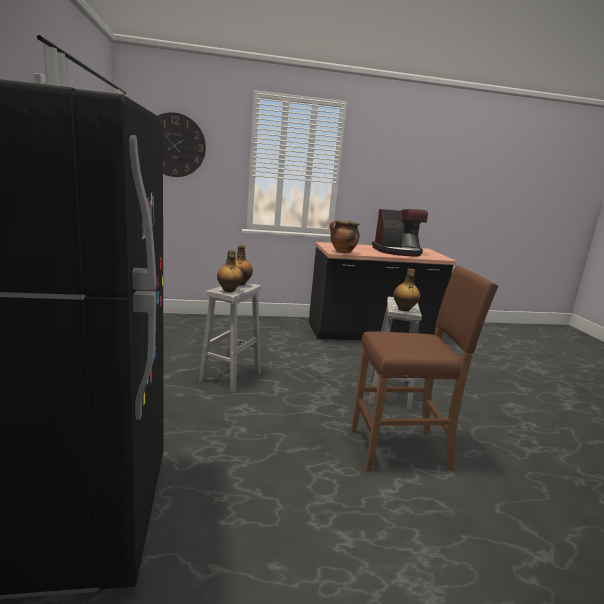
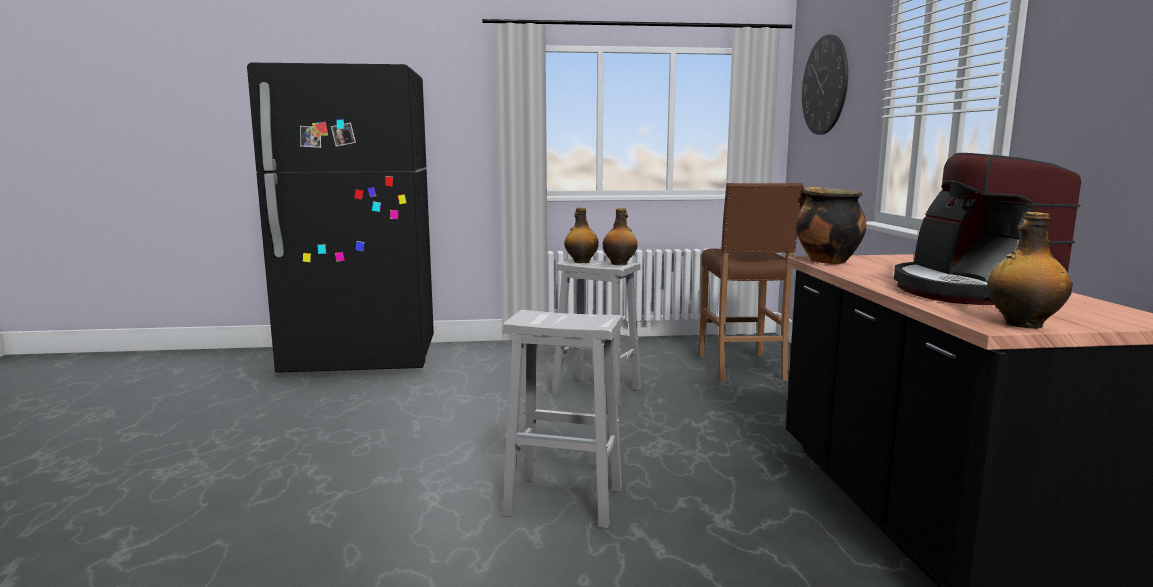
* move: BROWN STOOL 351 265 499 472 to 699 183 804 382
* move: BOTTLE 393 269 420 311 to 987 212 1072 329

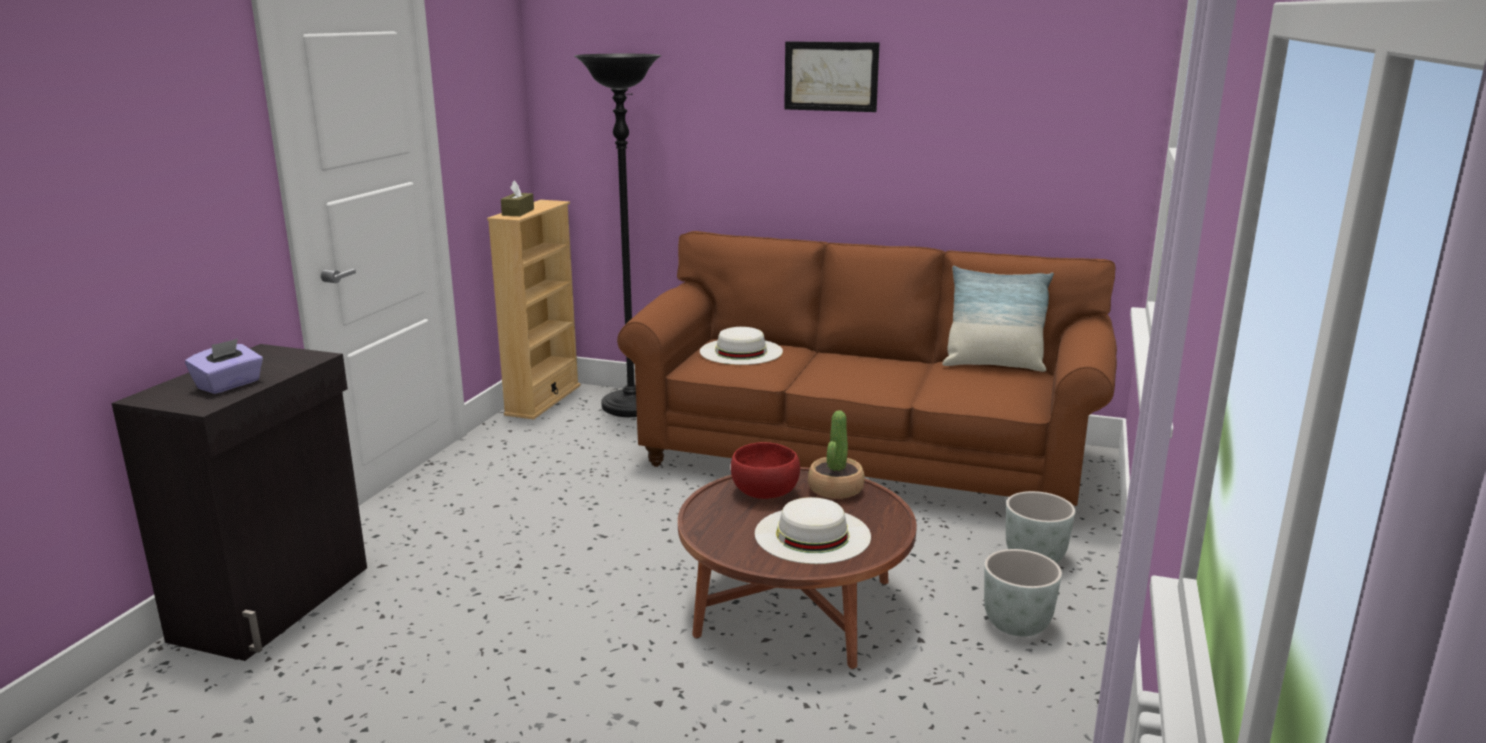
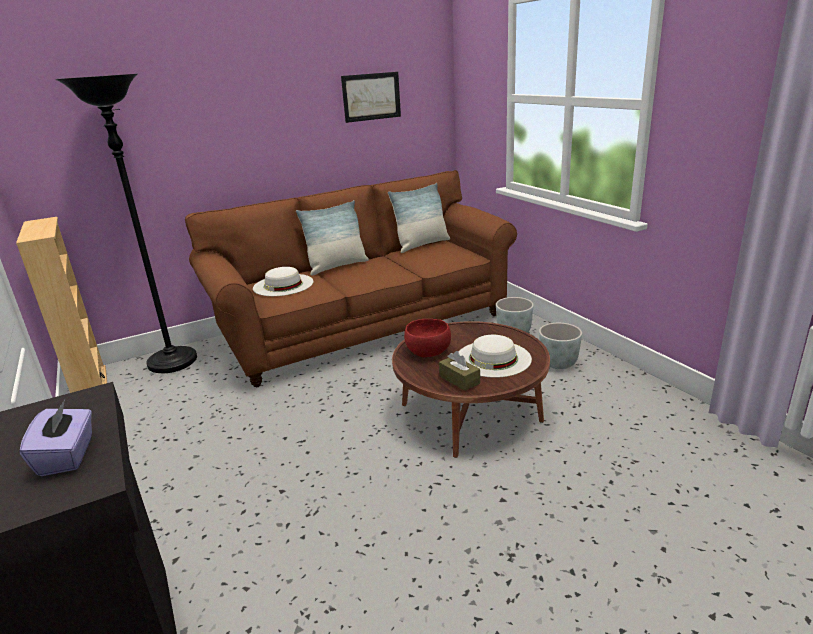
* move: BROWN TISSUE BOX 501 180 534 216 to 439 351 480 391
* move: PICTURE 784 42 880 112 to 341 72 401 123
* delete: POTTED PLANT 808 410 865 499
* insert: PILLOW 296 200 369 275

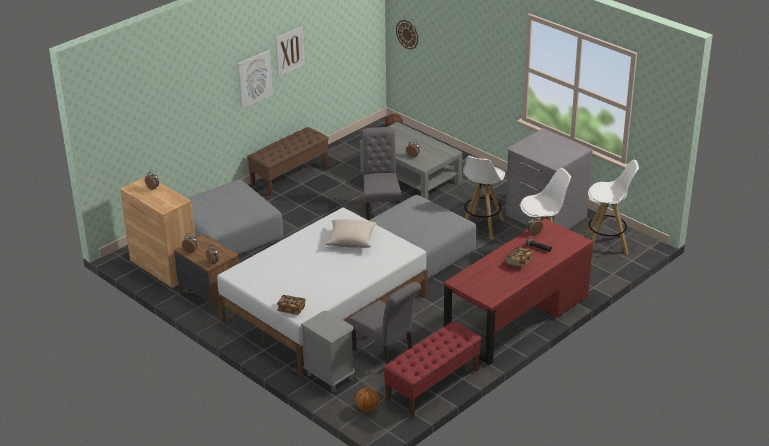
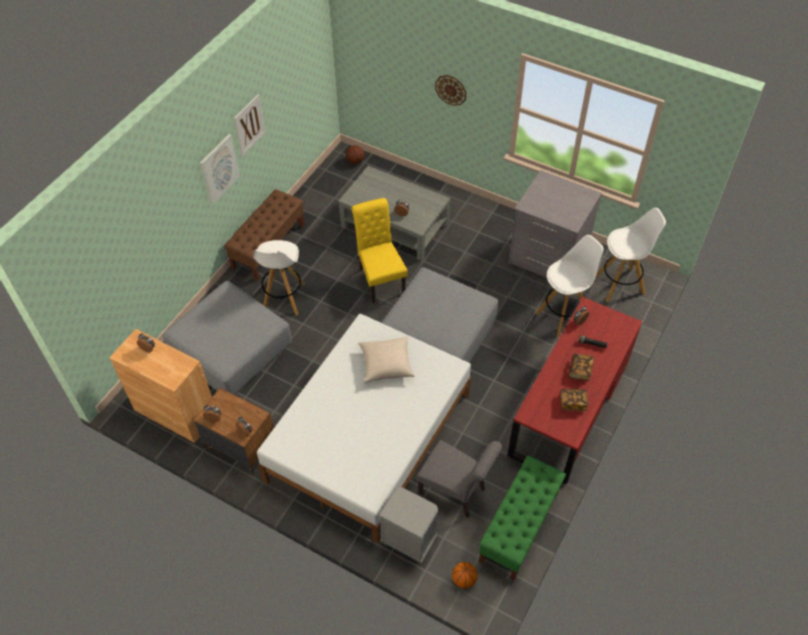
* move: BOOK 277 295 305 315 to 560 389 589 411
* recolor: GREY CHAIR 361 127 401 221 to YELLOW CHAIR 351 198 408 303
* recolor: RED BENCH 383 321 482 417 to GREEN BENCH 479 456 566 581
* move: WALL CLOCK 396 20 418 50 to 435 75 466 106
* move: WHITE STOOL 463 156 505 240 to 253 240 305 315

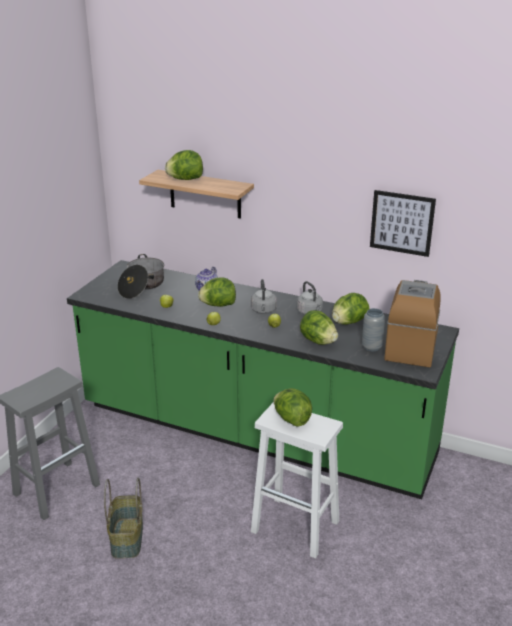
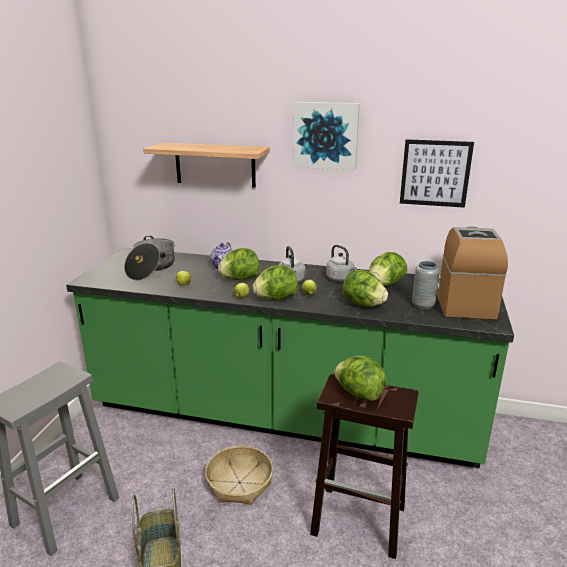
* move: LETTUCE 165 150 203 180 to 253 265 298 300
* recolor: WHITE STOOL 251 402 343 559 to BROWN STOOL 310 374 419 559
* insert: BASKET 205 446 273 505
* insert: PICTURE 293 102 360 170

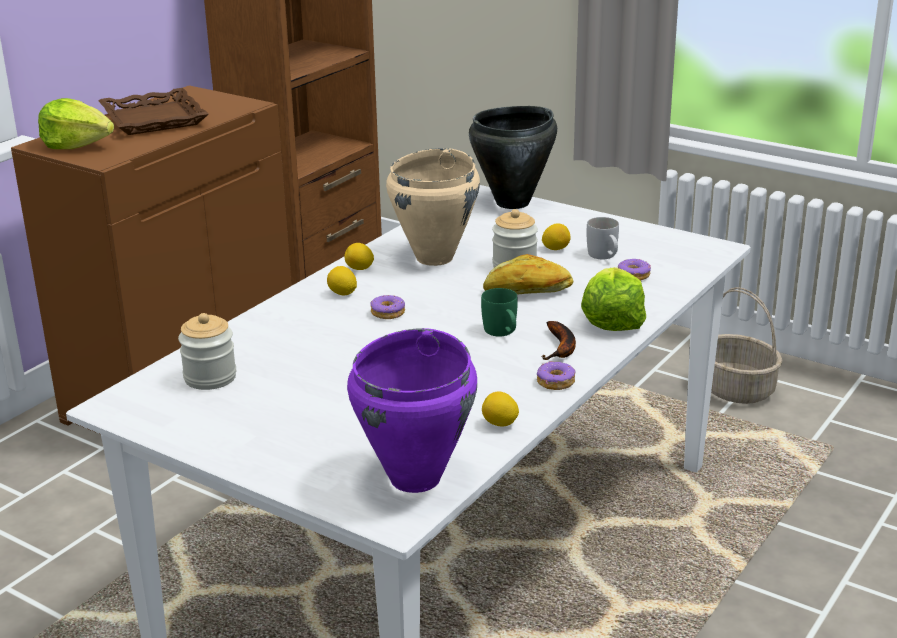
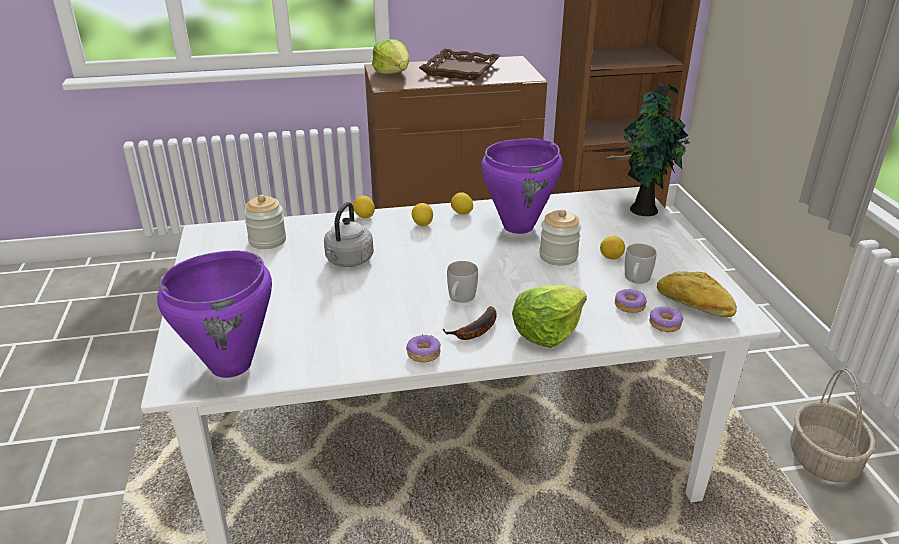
* move: DONUT 370 295 405 319 to 649 307 683 332
* recolor: BEIGE COOKING POT 386 148 480 266 to PURPLE COOKING POT 481 139 563 234
* replace: BLACK COOKING POT 469 106 557 209 to POTTED PLANT 624 84 690 216
* recolor: GREEN MUG 481 288 518 336 to WHITE MUG 447 261 478 303
* move: LEMON 482 392 519 427 to 353 196 375 218
* move: BREAD 483 254 573 294 to 657 271 737 317
* insert: GREY KETTLE 324 202 374 267

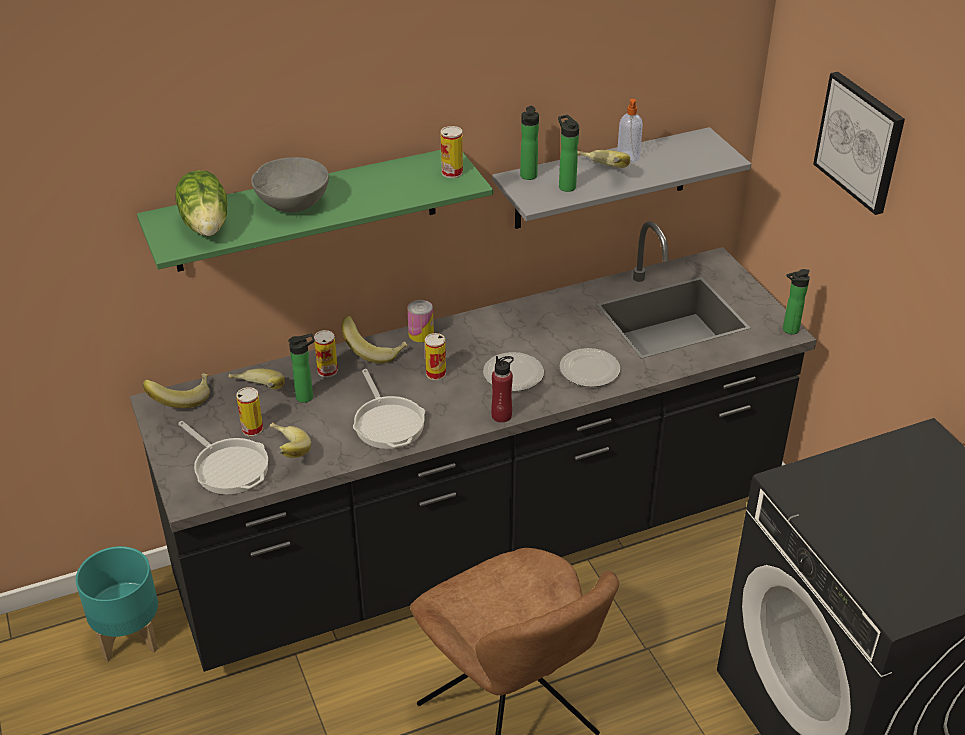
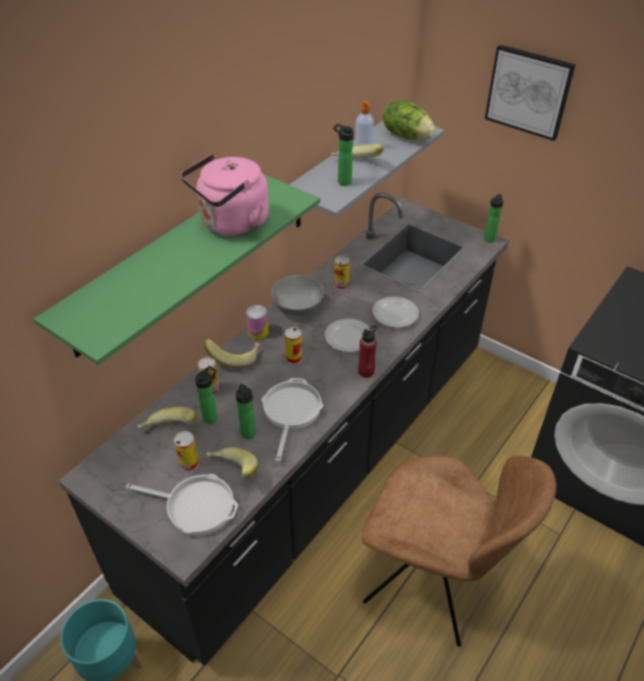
* delete: BANANA 143 373 210 408
* move: LETTUCE 175 170 227 236 to 383 101 435 140
* move: GREY BOWL 251 157 329 212 to 271 275 324 316
* rotate: FRYING PAN 353 369 425 449 = 262 378 323 462 120 degrees counterclockwise
* move: CAN 441 126 463 178 to 334 255 350 290
* move: BOTTLE 520 106 539 180 to 236 384 256 439
* insert: PINK KETTLE 181 154 269 237

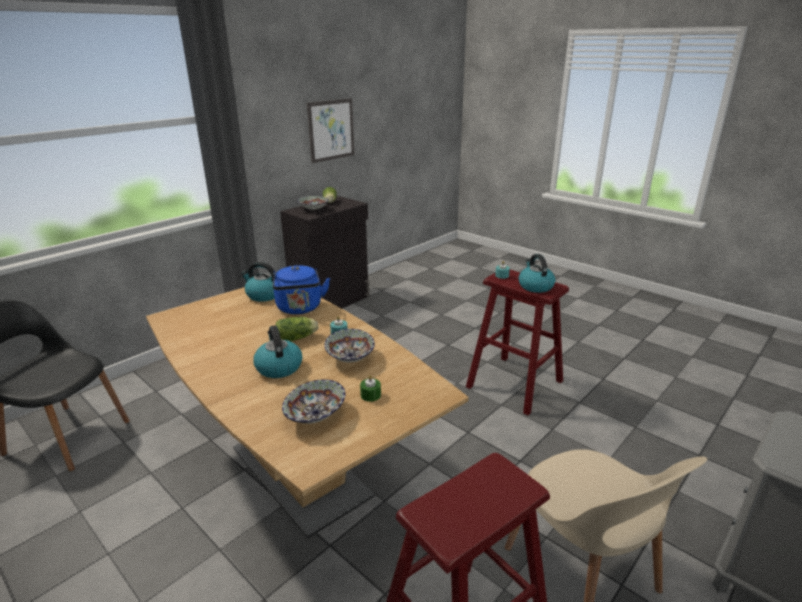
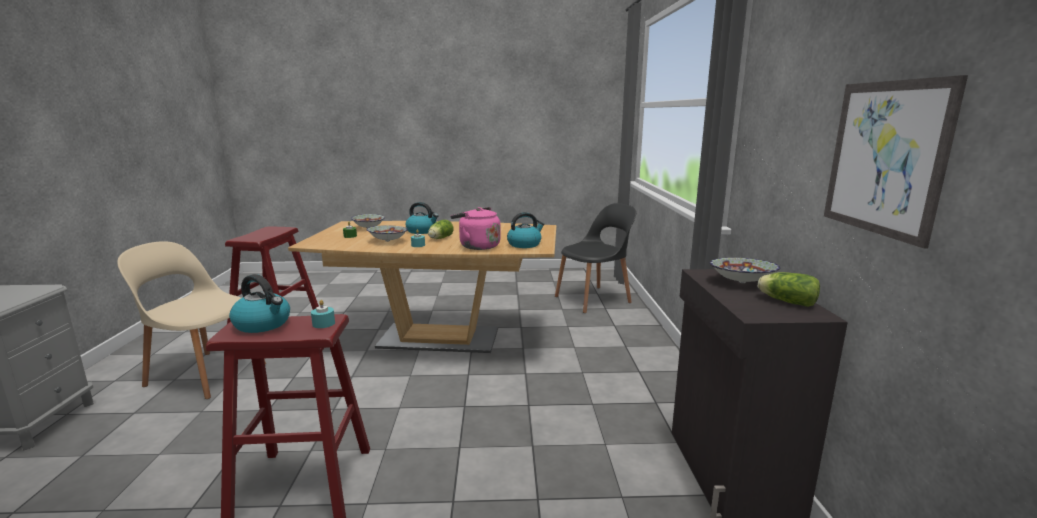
* recolor: BLUE KETTLE 273 265 330 314 to PINK KETTLE 451 207 501 250

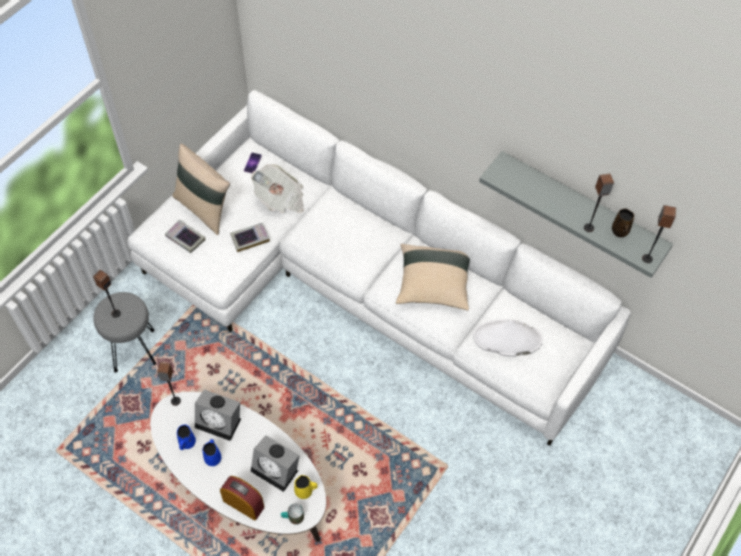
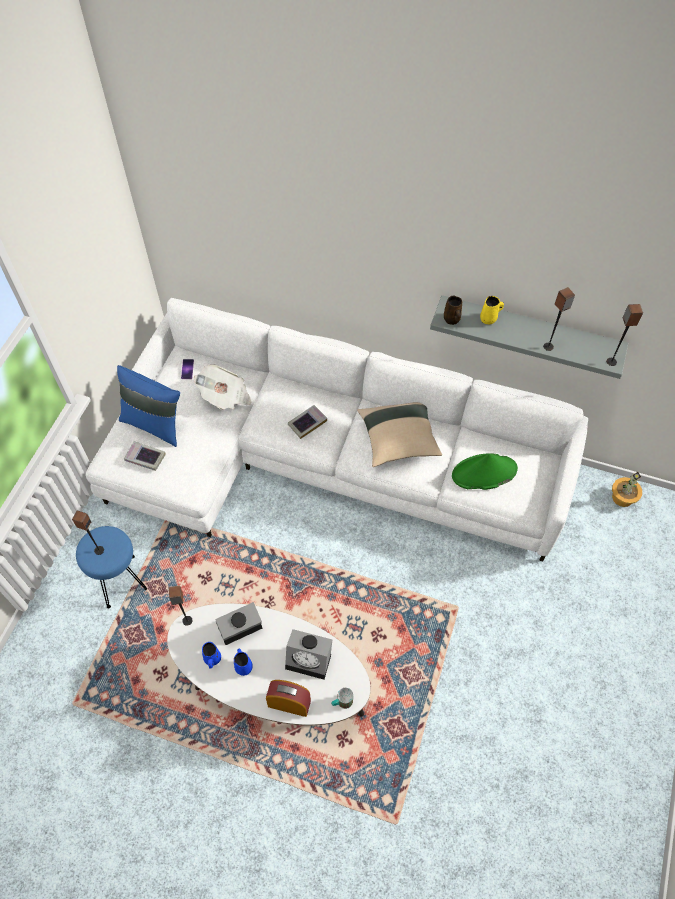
* recolor: GREY STOOL 93 292 156 373 to BLUE STOOL 76 526 147 608
* recolor: BEIGE PILLOW 172 144 230 235 to BLUE PILLOW 117 365 180 447
* rotate: ALARM CLOCK 195 389 241 441 = 215 602 263 645 150 degrees clockwise
* move: BOOK 230 223 270 252 to 288 405 327 439
* move: YELLOW MUG 294 475 318 499 to 480 296 504 324
* recolor: WHITE HAT 473 319 543 357 to GREEN HAT 452 453 518 490
* move: BROWN MUG 612 208 634 237 to 444 296 462 325
* insert: POTTED PLANT 612 472 642 507

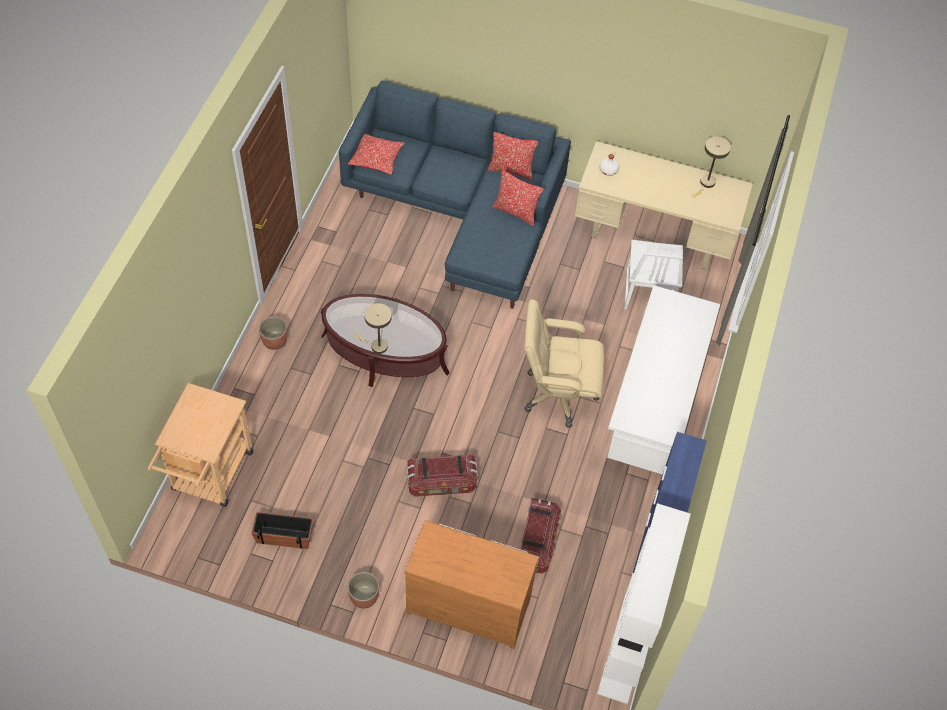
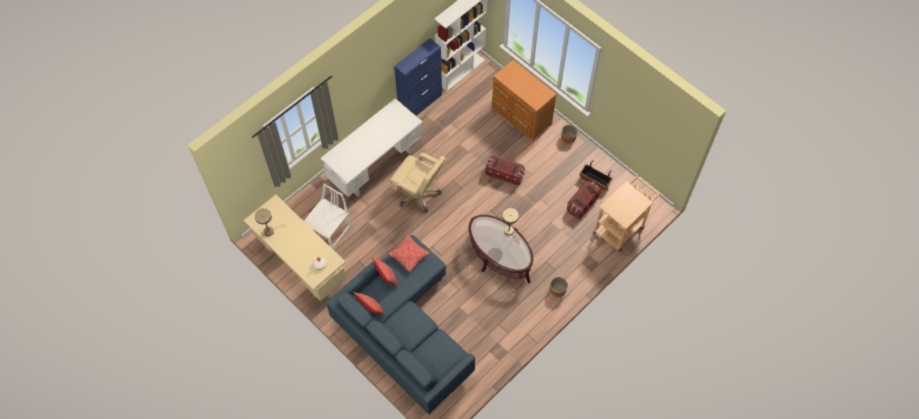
* move: PILLOW 348 134 405 175 to 388 235 430 272
* move: STORAGE BOX 521 498 561 574 to 567 181 602 219

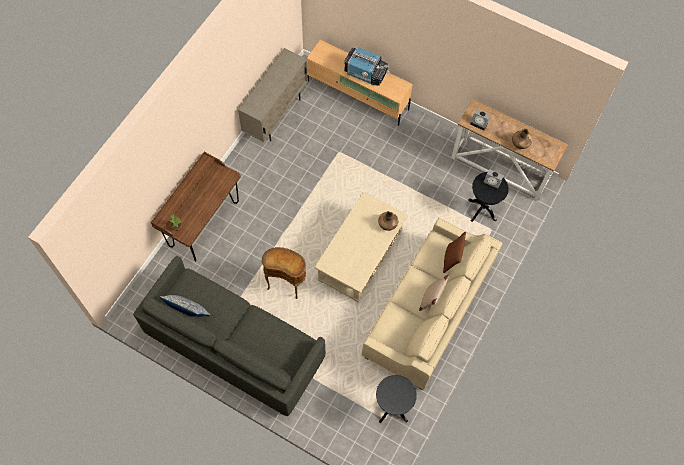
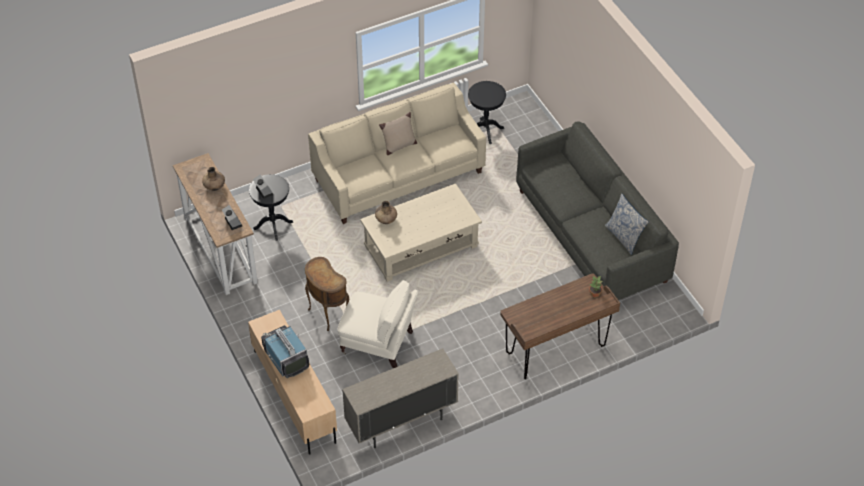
* move: BROWN SIDE TABLE 262 247 306 299 to 305 257 349 331
* delete: BROWN PILLOW 443 232 466 273
* insert: BEIGE ARMCHAIR 337 280 418 368

